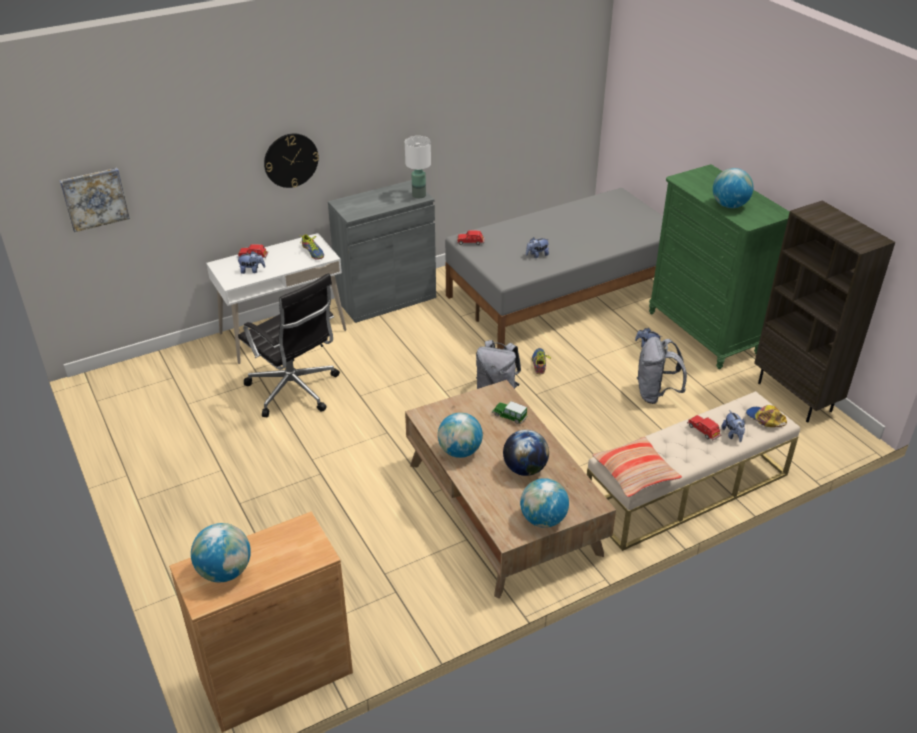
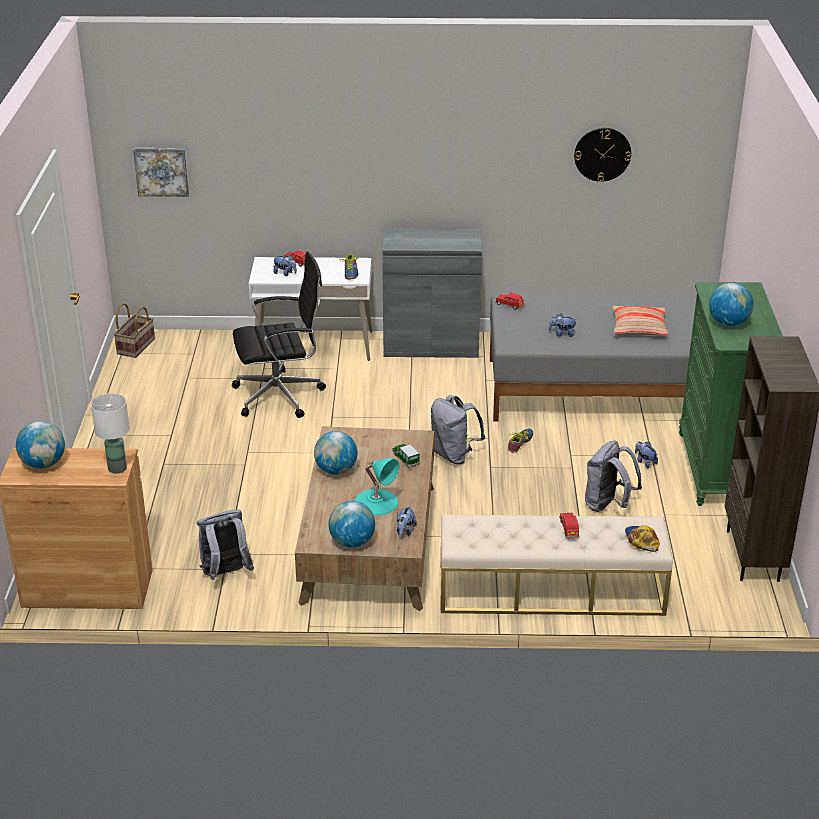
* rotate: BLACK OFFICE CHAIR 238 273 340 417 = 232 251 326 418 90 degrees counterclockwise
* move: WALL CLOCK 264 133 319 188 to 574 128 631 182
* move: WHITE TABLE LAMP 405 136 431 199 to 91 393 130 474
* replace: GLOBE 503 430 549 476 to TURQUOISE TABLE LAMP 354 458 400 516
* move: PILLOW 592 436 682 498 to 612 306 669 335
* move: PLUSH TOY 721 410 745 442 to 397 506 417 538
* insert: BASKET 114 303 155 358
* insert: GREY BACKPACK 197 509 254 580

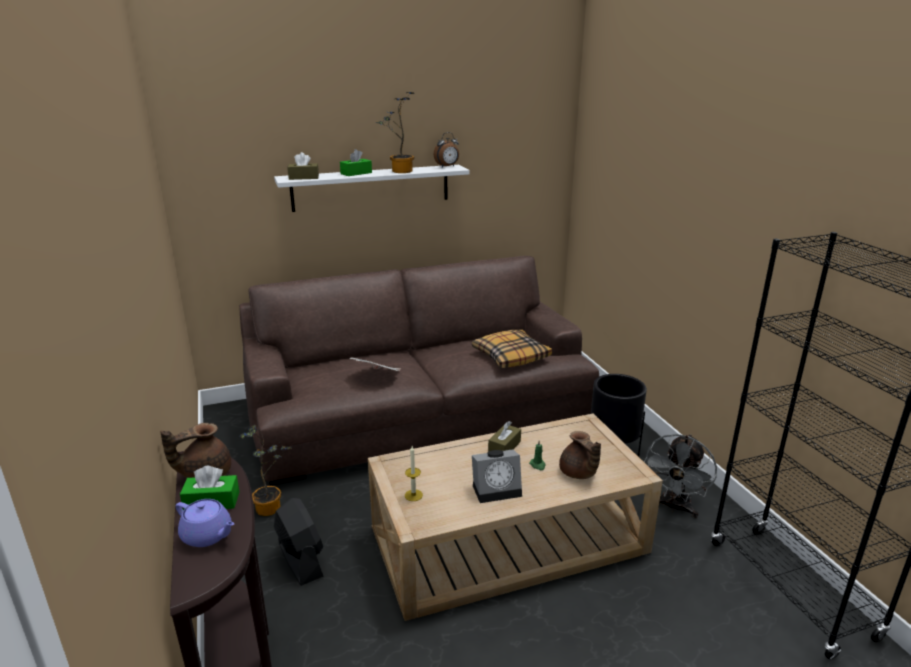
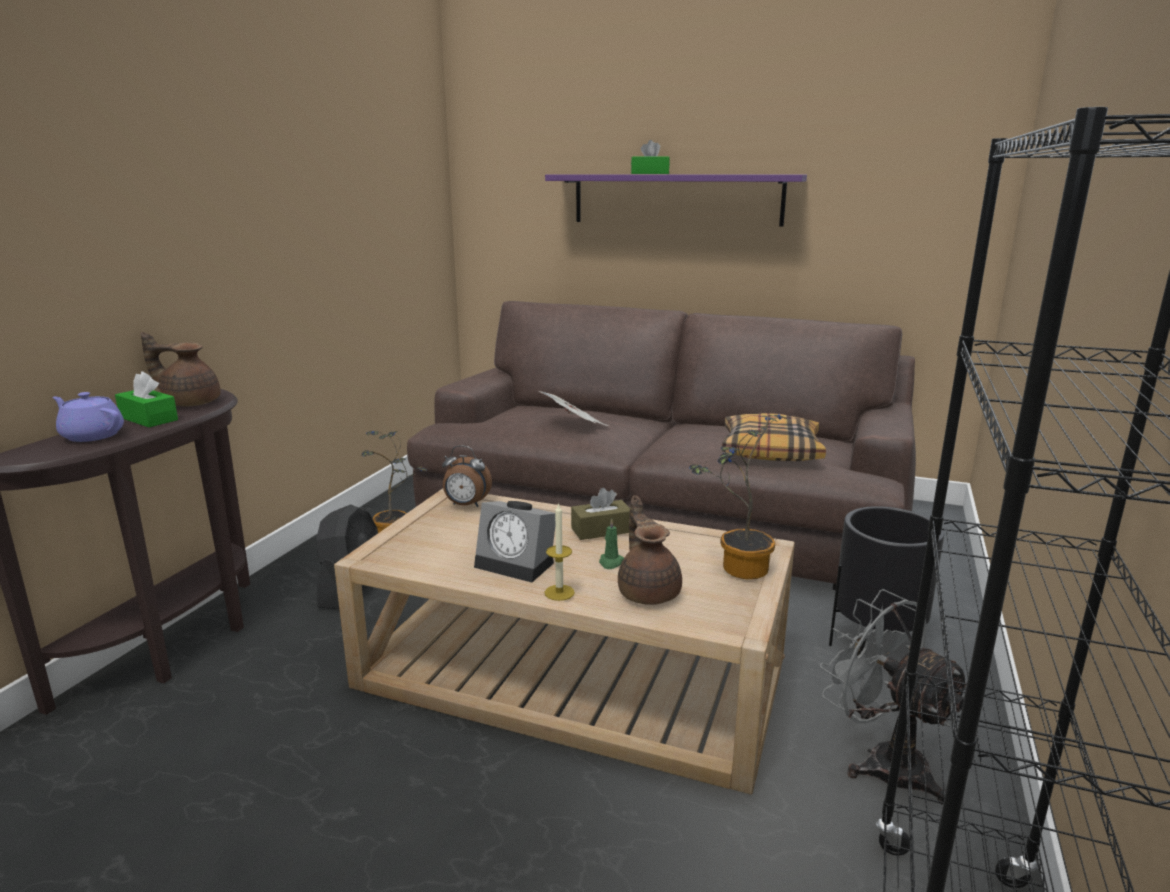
* rotate: PURPLE TEAPOT 176 499 234 547 = 52 392 124 442 135 degrees clockwise
* recolor: WHITE SHELF 274 165 470 212 to PURPLE SHELF 545 175 807 226
* delete: BROWN TISSUE BOX 287 152 319 180
* move: POTTED PLANT 376 92 414 173 to 689 414 789 579
* move: CANDLE 405 446 423 501 to 545 503 575 601
* move: ALARM CLOCK 434 132 459 167 to 442 445 492 507
* rotate: BROWN TEAPOT 559 431 601 479 = 618 496 682 605 150 degrees clockwise
* rotate: GREY FAN 644 434 717 518 = 819 589 966 805 75 degrees clockwise

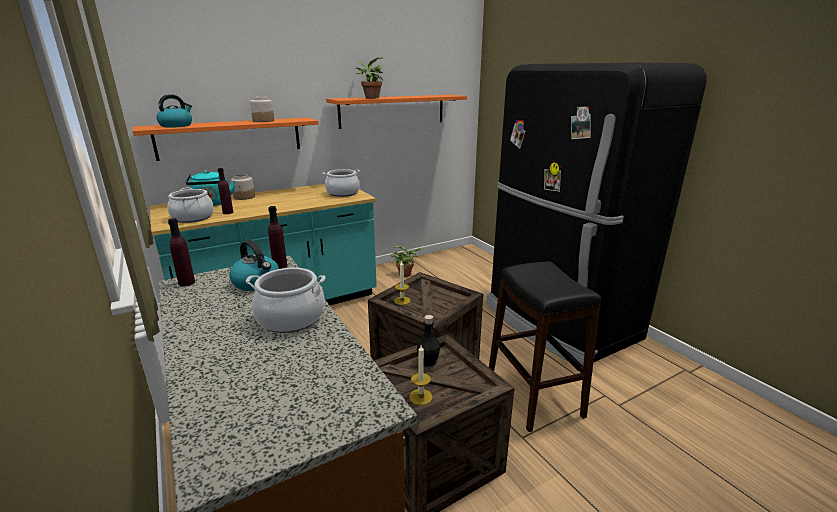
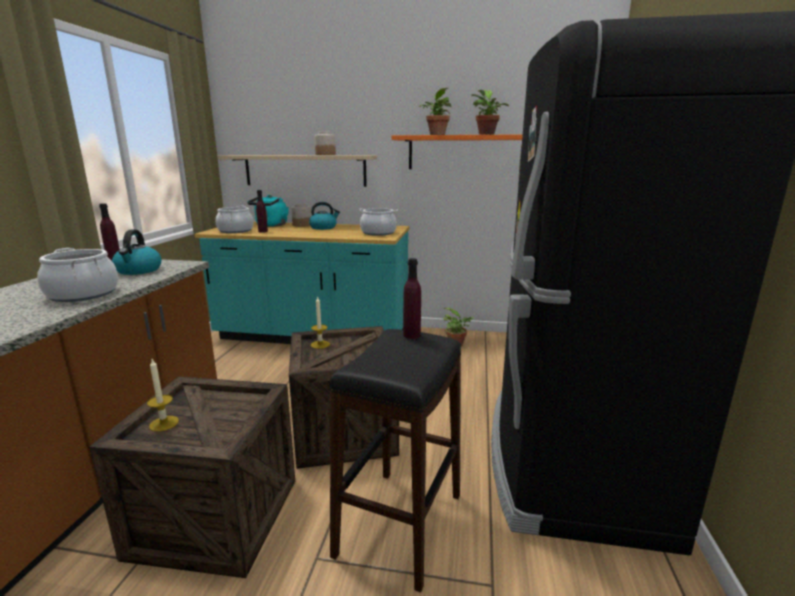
* recolor: ORANGE SHELF 133 117 319 161 to BEIGE SHELF 218 155 377 187
* move: KETTLE 157 94 192 128 to 309 202 340 230
* move: PURPLE BOTTLE 268 206 287 269 to 403 258 421 339
* delete: BLACK BOTTLE 417 315 440 367
* insert: POTTED PLANT 471 90 509 135

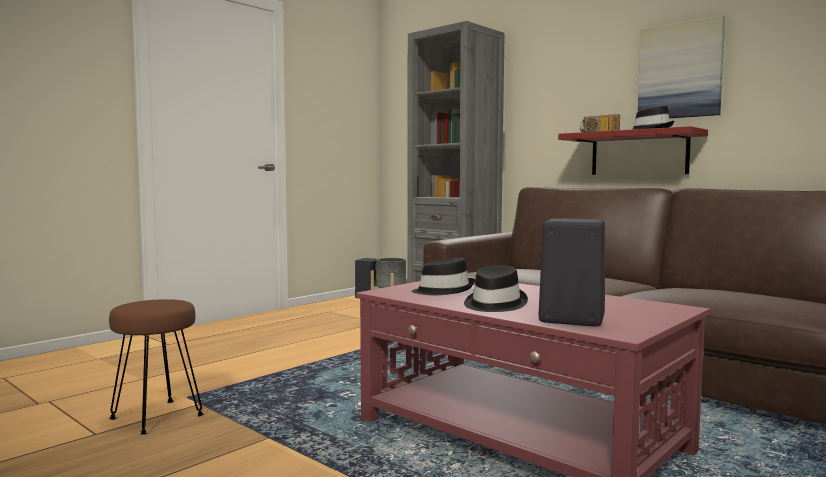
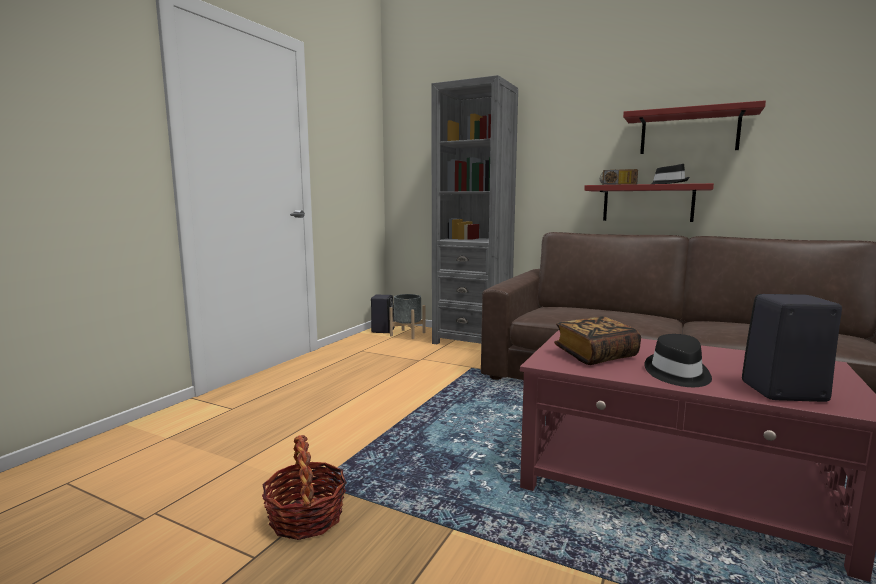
* replace: BROWN STOOL 109 299 204 435 to BASKET 262 435 347 540
* replace: BLACK HAT 411 258 475 295 to BOOK 554 316 641 365
* replace: PICTURE 638 15 725 118 to RED SHELF 623 100 766 154

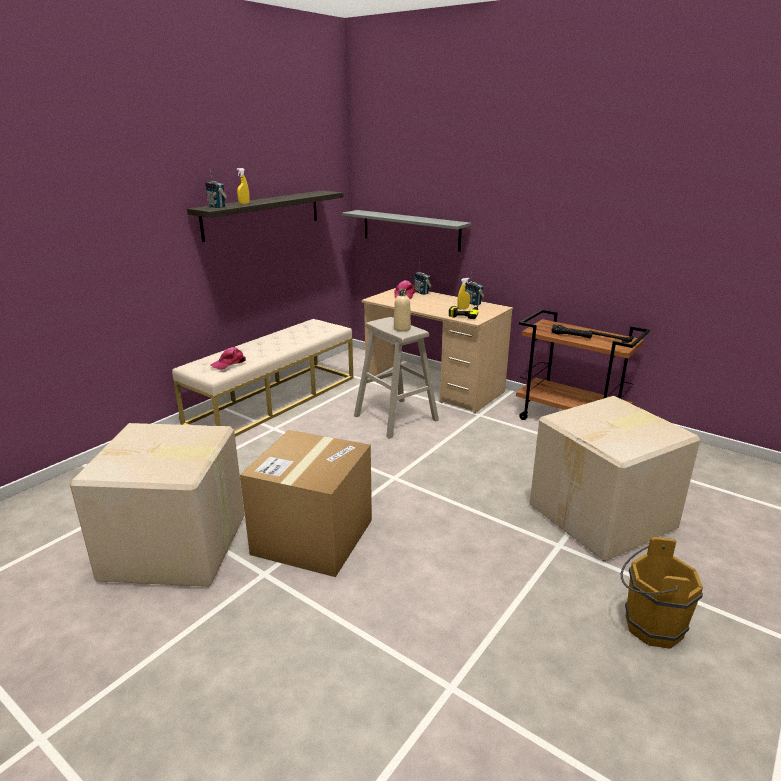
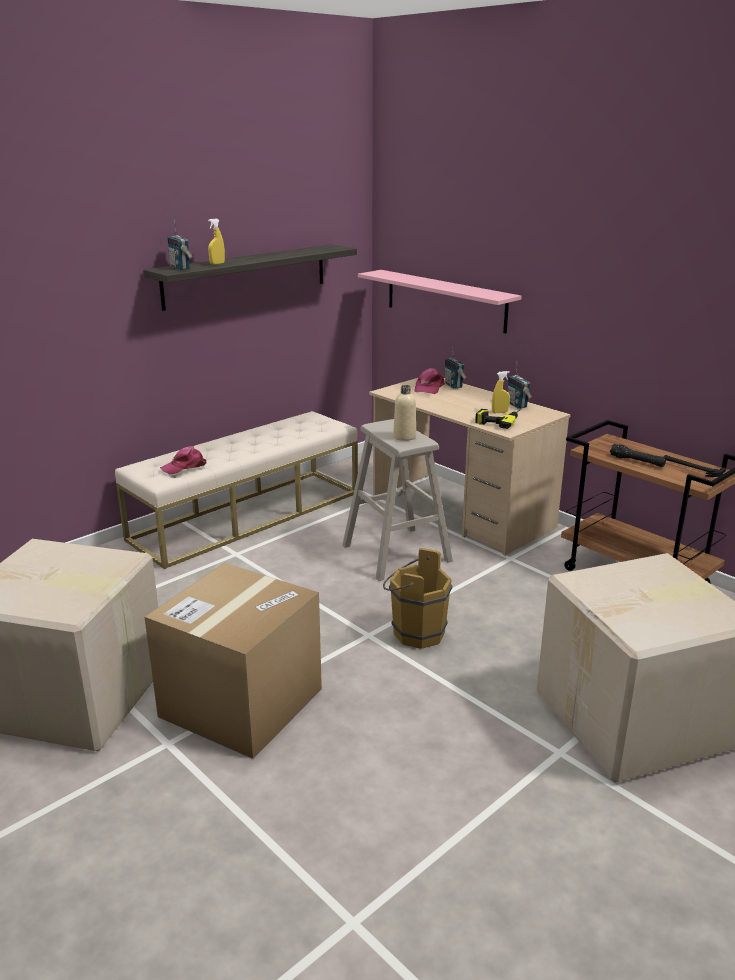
* recolor: GREY SHELF 342 210 472 252 to PINK SHELF 358 270 522 333
* move: BROWN BUCKET 621 537 703 649 to 383 548 452 649

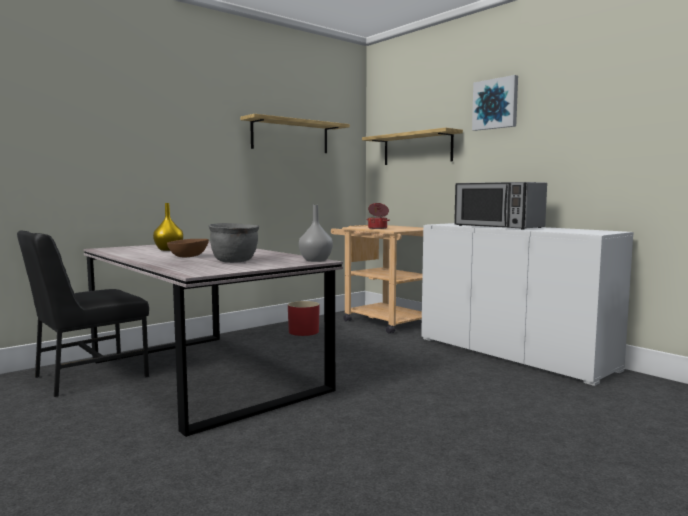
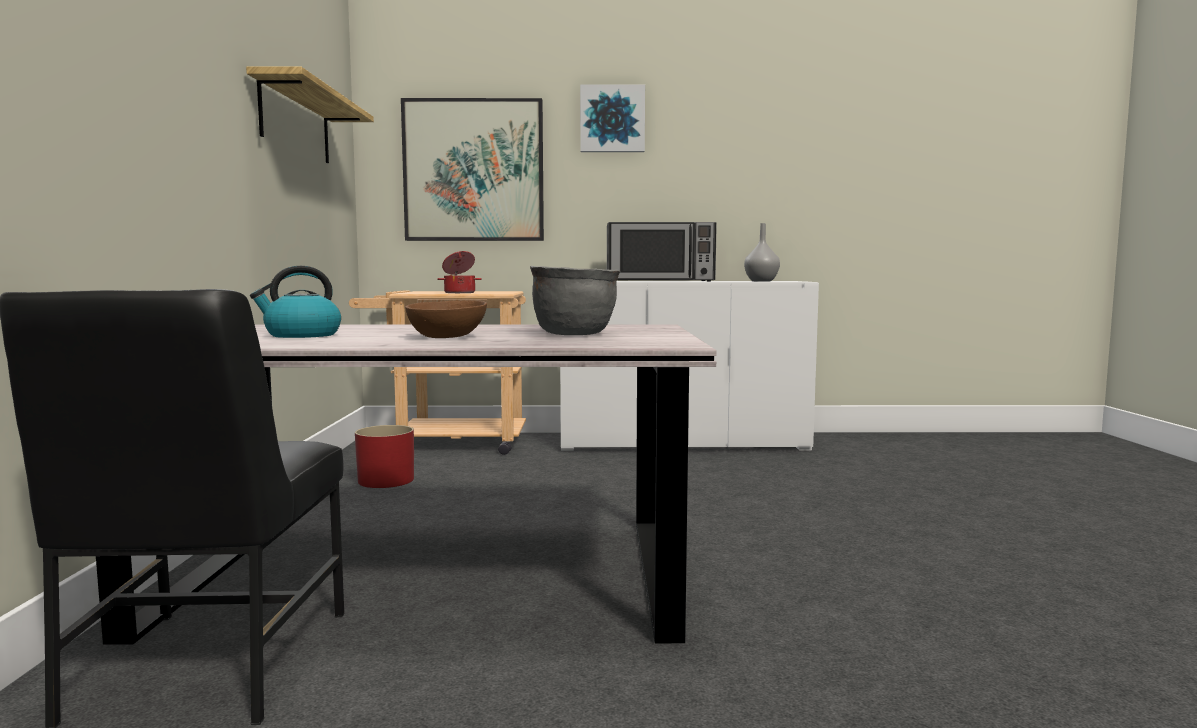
* replace: YELLOW VASE 153 203 183 251 to KETTLE 250 266 341 338
* move: GREY VASE 299 205 333 262 to 744 223 780 281
* replace: SHELF 362 128 463 165 to PICTURE 401 98 544 241

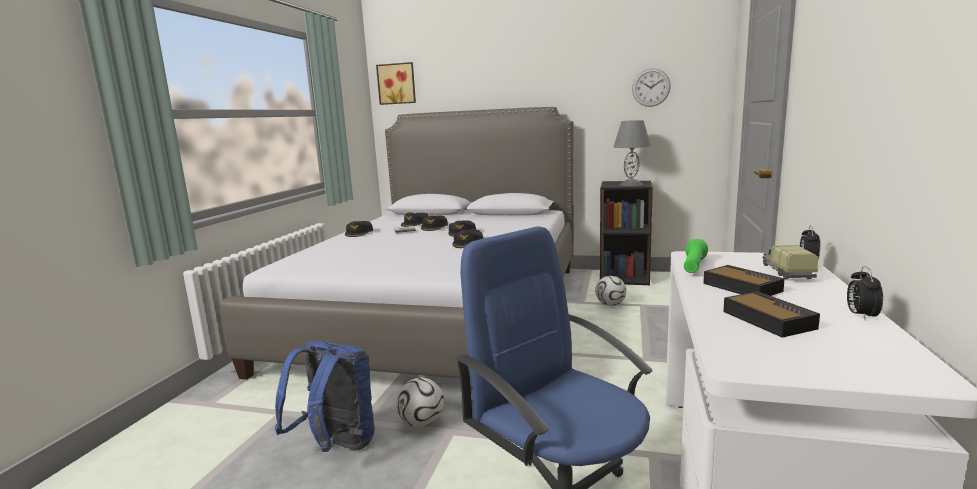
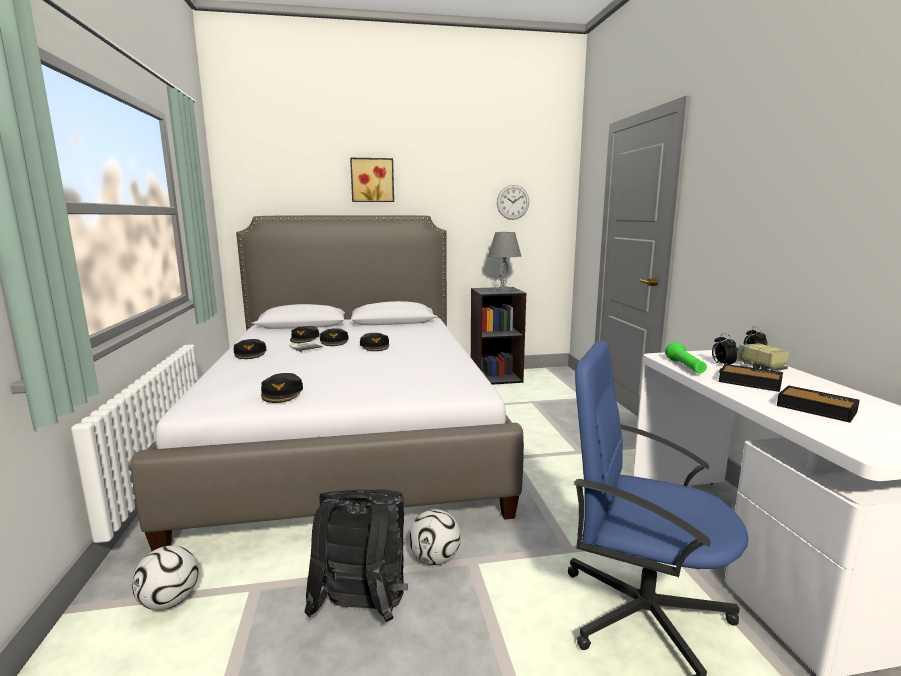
* recolor: BLUE BACKPACK 275 341 375 452 to BLACK BACKPACK 305 489 408 622
* move: PICTURE 376 62 416 105 to 350 158 394 202
* move: BLACK CAP 452 229 483 248 to 261 373 303 403
* move: FOOTBALL 595 276 626 306 to 131 545 199 610
* move: ALARM CLOCK 847 266 883 320 to 712 333 738 364

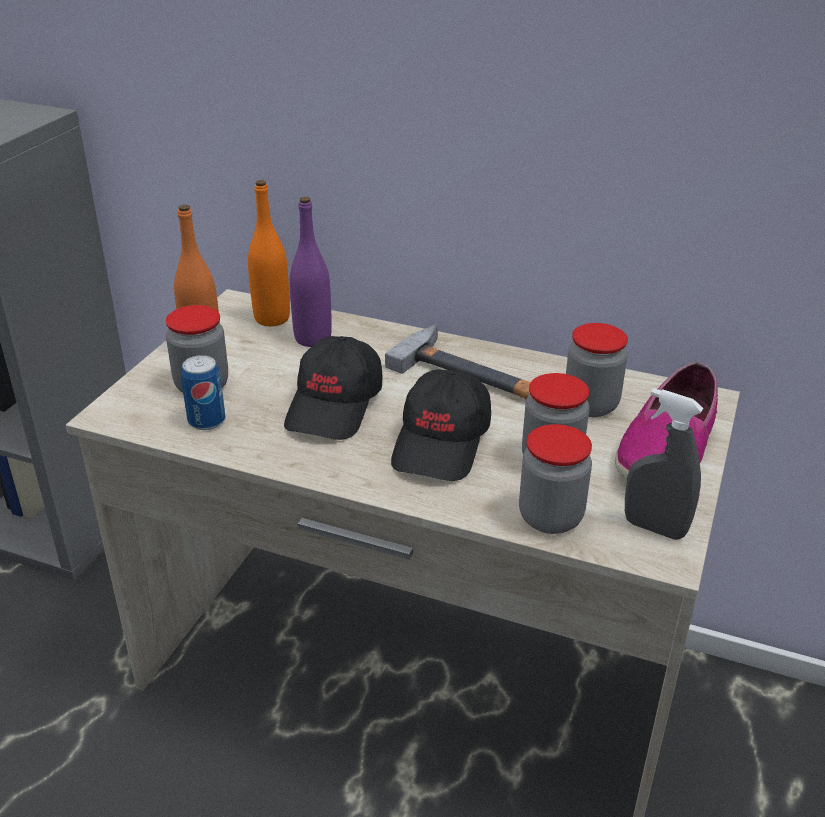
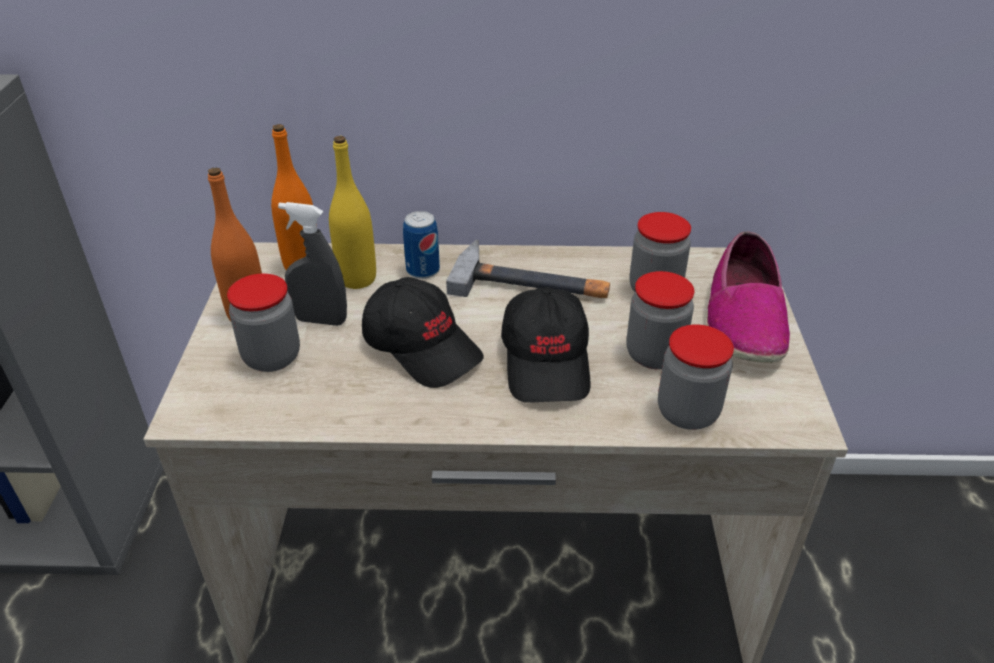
* move: CAN 181 355 225 430 to 403 211 440 279
* rotate: BLACK CAP 284 336 382 440 = 362 277 484 388 45 degrees counterclockwise
* recolor: PURPLE BOTTLE 290 197 332 347 to YELLOW BOTTLE 329 136 376 289
* move: GREY SPRAY BOTTLE 625 388 703 540 to 278 202 347 326

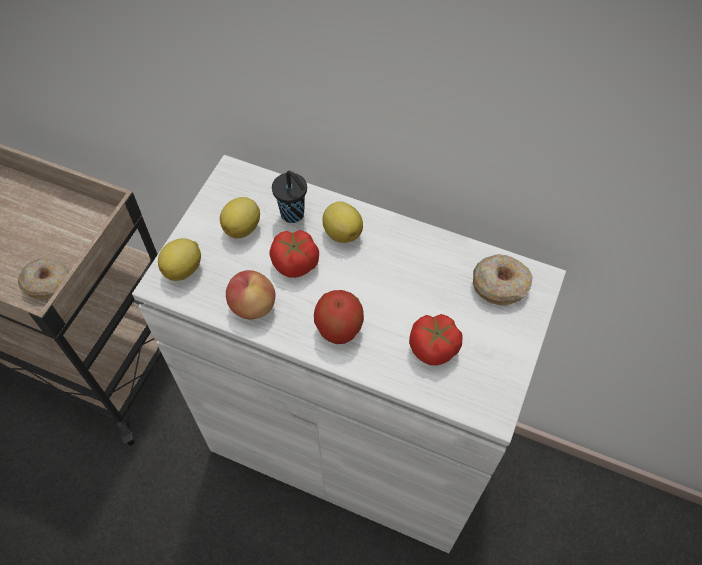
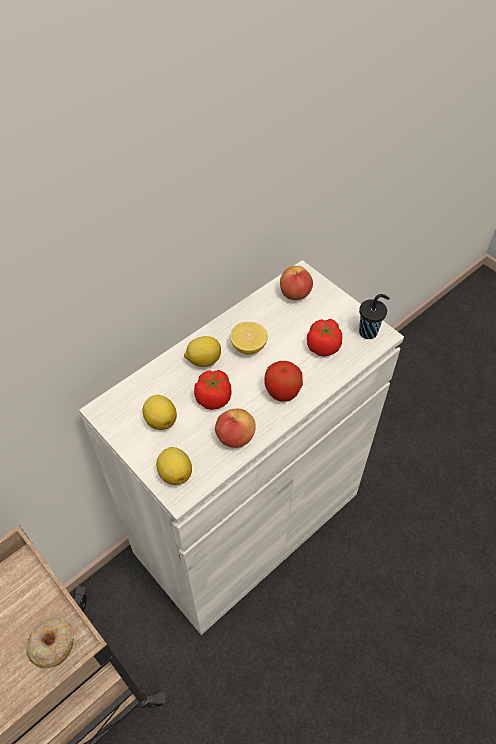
* move: BLACK CUP 272 171 307 223 to 359 294 390 339
* replace: DONUT 473 254 533 305 to APPLE 280 266 313 300
* insert: LEMON 230 322 268 355

